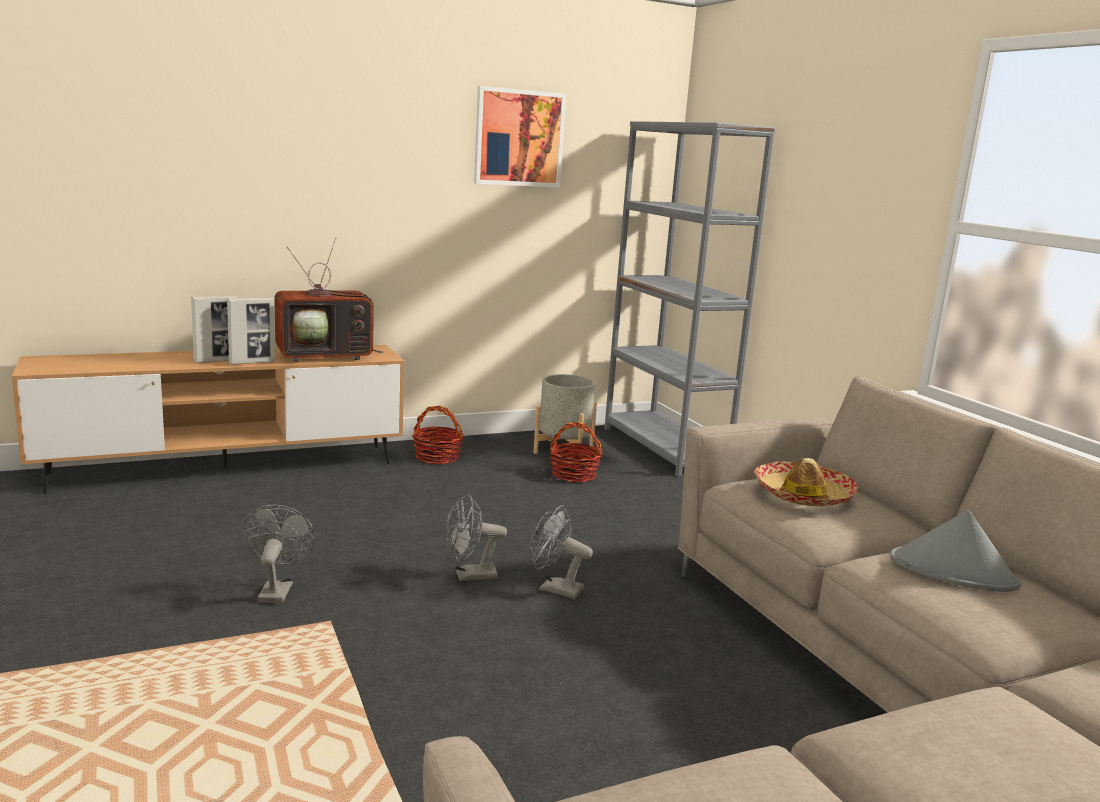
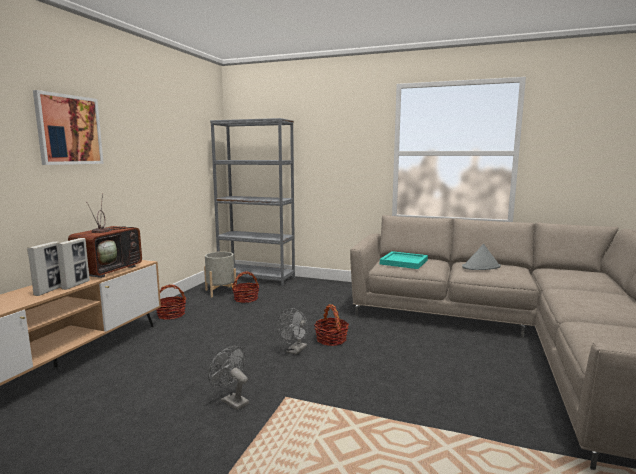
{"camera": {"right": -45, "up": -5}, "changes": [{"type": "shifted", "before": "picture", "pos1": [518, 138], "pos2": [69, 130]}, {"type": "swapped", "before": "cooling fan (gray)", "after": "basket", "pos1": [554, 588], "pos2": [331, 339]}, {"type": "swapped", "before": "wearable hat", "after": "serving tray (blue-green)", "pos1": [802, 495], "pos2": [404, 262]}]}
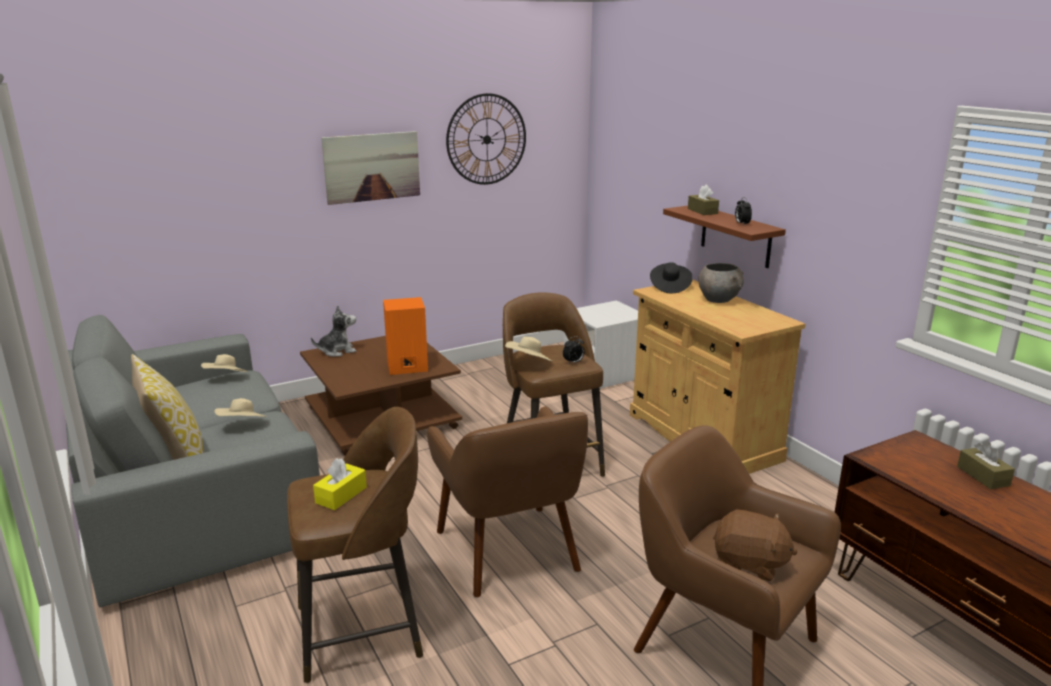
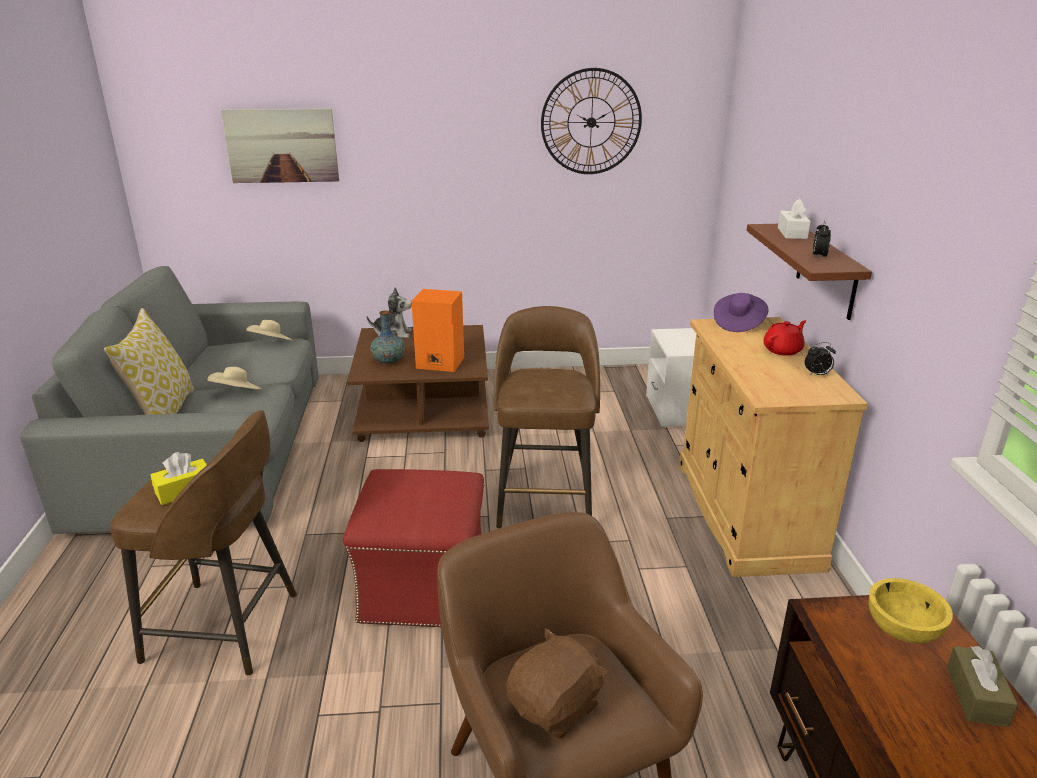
{"camera": {"right": 25, "up": 5}, "changes": [{"type": "gone", "before": "wearable hat (beige)", "pos1": [529, 363]}, {"type": "new", "after": "decorative vase", "pos2": [389, 361]}, {"type": "new", "after": "serving bowl (yellow-coloured)", "pos2": [903, 629]}, {"type": "shifted", "before": "picture", "pos1": [372, 167], "pos2": [282, 145]}, {"type": "shifted", "before": "table clock", "pos1": [573, 362], "pos2": [817, 375]}, {"type": "swapped", "before": "easy chair (brownish)", "after": "pouffe (red)", "pos1": [509, 552], "pos2": [422, 588]}, {"type": "swapped", "before": "serving bowl (gray)", "after": "pot for tea (red)", "pos1": [718, 300], "pos2": [783, 350]}, {"type": "repainted", "before": "wearable hat (black-coloured)", "after": "wearable hat (purplish)", "pos1": [669, 287], "pos2": [738, 323]}, {"type": "repainted", "before": "box of tissues (brownish)", "after": "box of tissues (whitish)", "pos1": [702, 211], "pos2": [792, 233]}, {"type": "rotated", "before": "cuddly toy (brownish)", "pos1": [749, 564], "pos2": [556, 707], "turn": -90}]}
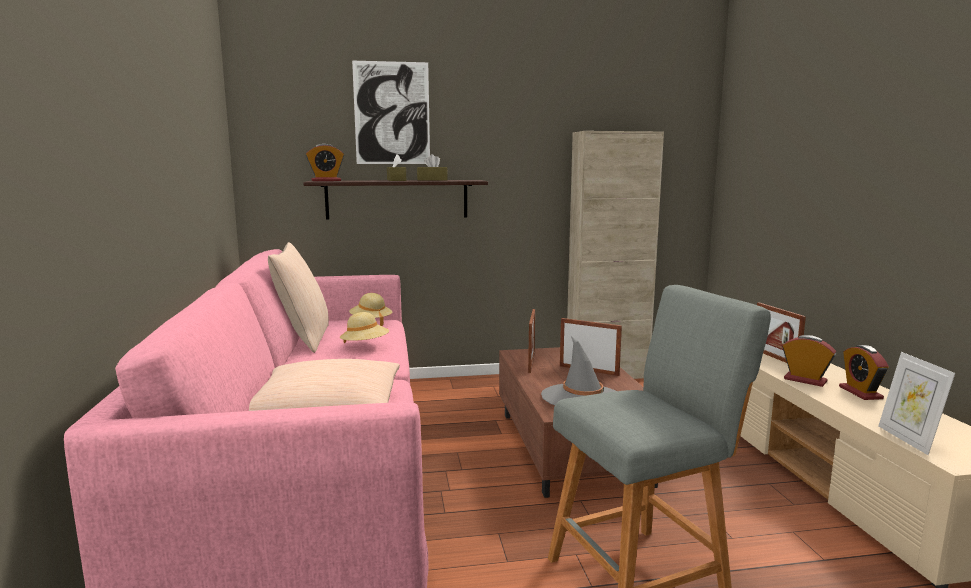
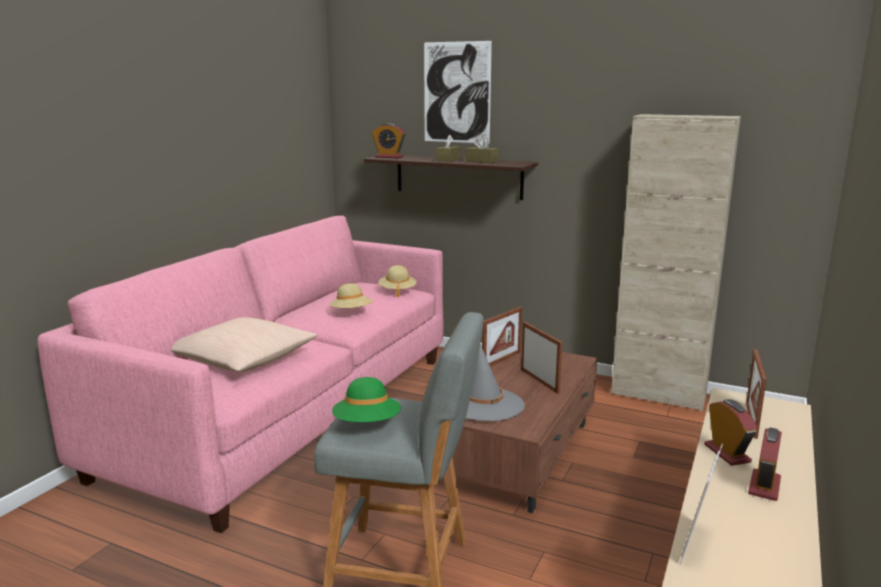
{"camera": {"right": 35, "up": 5}, "changes": [{"type": "gone", "before": "throw pillow (beige)", "pos1": [304, 339]}, {"type": "new", "after": "wearable hat (green)", "pos2": [367, 424]}]}
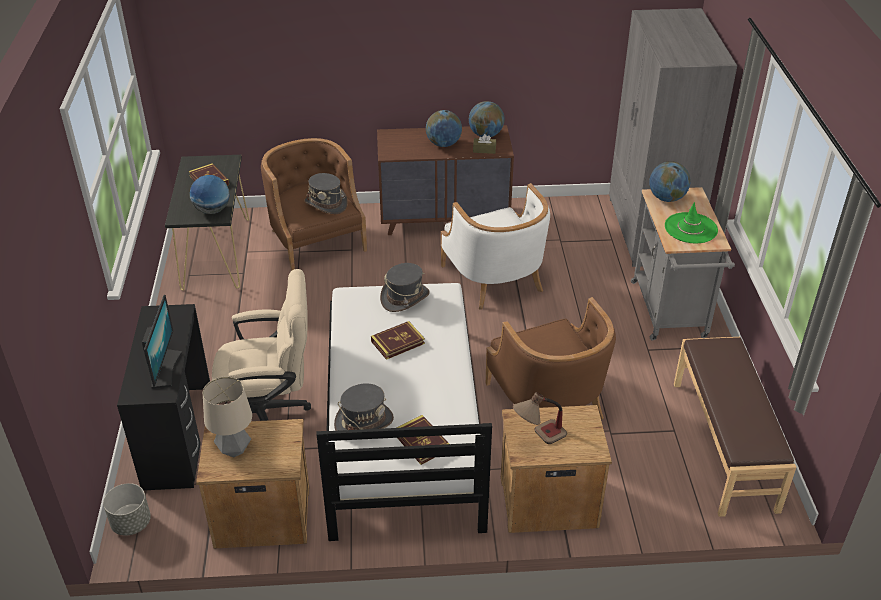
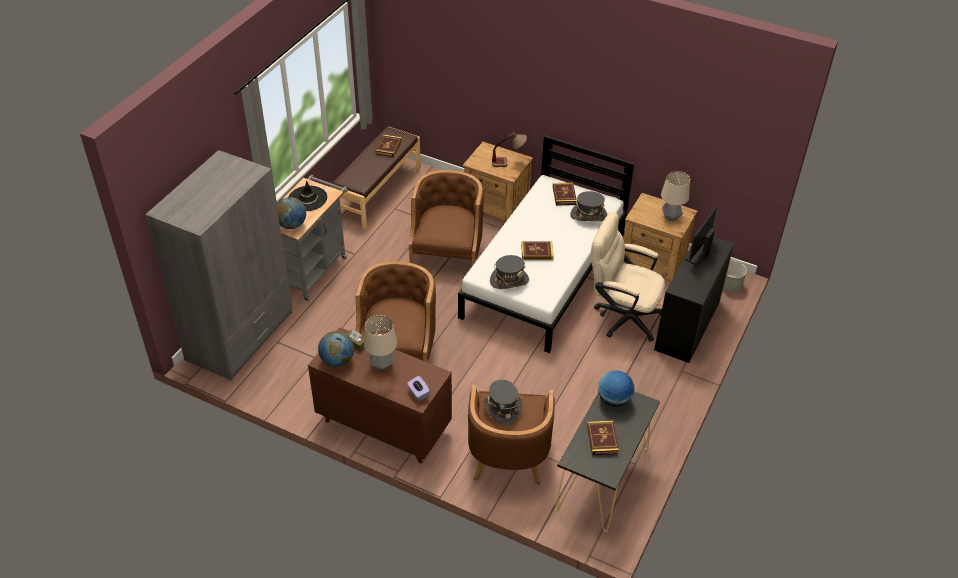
{"camera": {"right": -150, "up": 5}, "changes": [{"type": "new", "after": "volume", "pos2": [388, 147]}, {"type": "new", "after": "box of tissues (purplish)", "pos2": [418, 393]}, {"type": "swapped", "before": "globe", "after": "lamp for a table", "pos1": [443, 144], "pos2": [382, 366]}, {"type": "repainted", "before": "easy chair (whitish)", "after": "easy chair (brownish)", "pos1": [495, 279], "pos2": [398, 347]}, {"type": "repainted", "before": "wearable hat (green)", "after": "wearable hat (black-coloured)", "pos1": [691, 228], "pos2": [307, 198]}]}
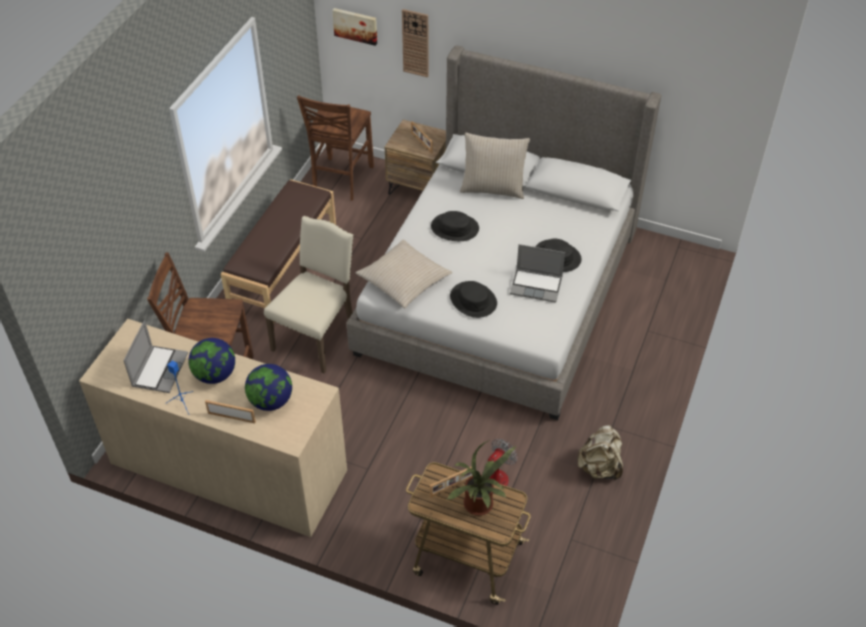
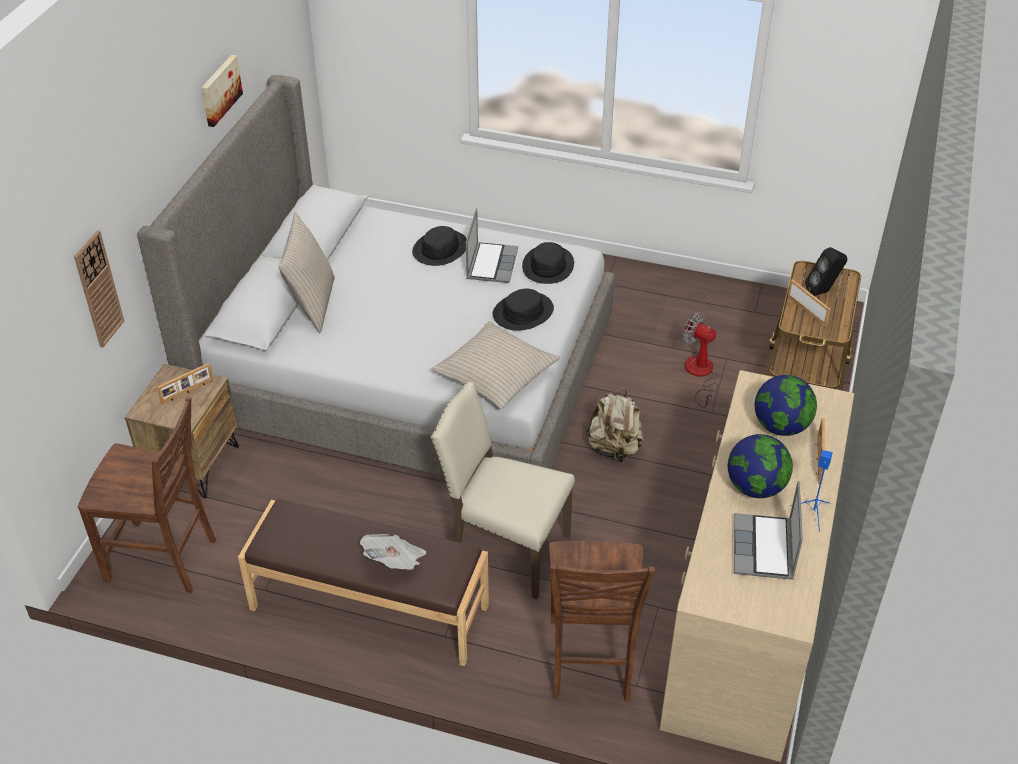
{"camera": {"right": -95, "up": -5}, "changes": [{"type": "new", "after": "printed paper", "pos2": [395, 562]}, {"type": "shifted", "before": "picture", "pos1": [355, 25], "pos2": [219, 90]}, {"type": "shifted", "before": "wearable hat (black-coloured)", "pos1": [455, 228], "pos2": [548, 266]}, {"type": "shifted", "before": "rucksack (beige)", "pos1": [599, 467], "pos2": [614, 448]}, {"type": "swapped", "before": "plant in a pot", "after": "speaker (black-coloured)", "pos1": [480, 507], "pos2": [823, 291]}, {"type": "rotated", "before": "portable computer", "pos1": [159, 369], "pos2": [764, 549], "turn": -90}]}
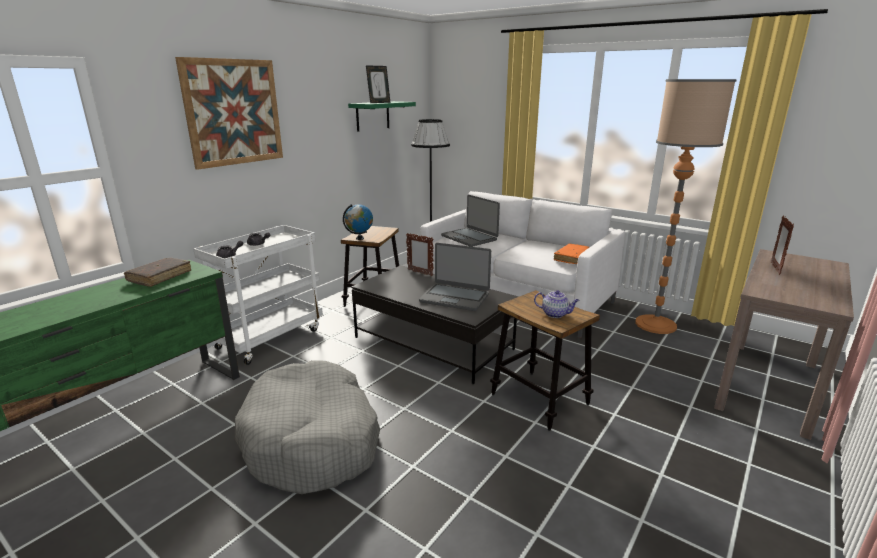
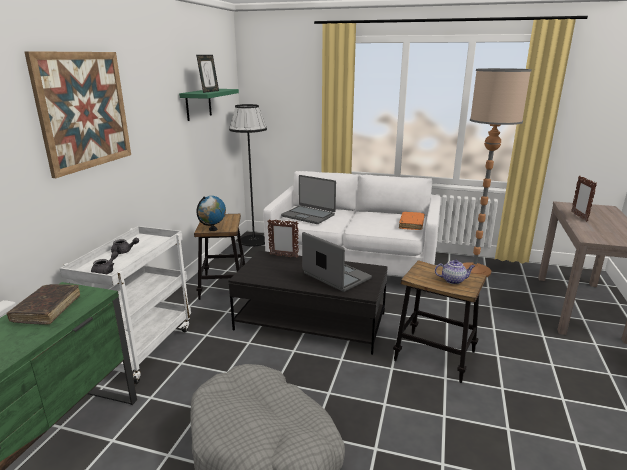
{"camera": {"right": -20, "up": 0}, "changes": [{"type": "rotated", "before": "portable computer", "pos1": [455, 297], "pos2": [336, 276], "turn": -135}]}
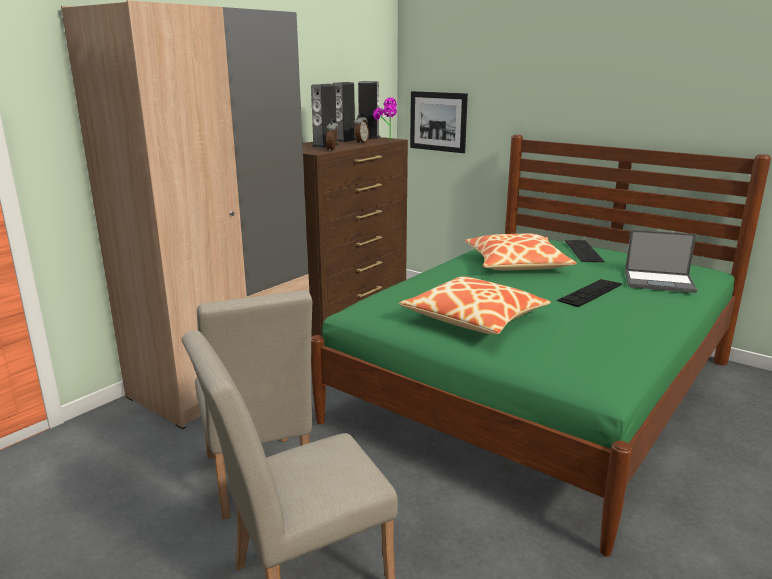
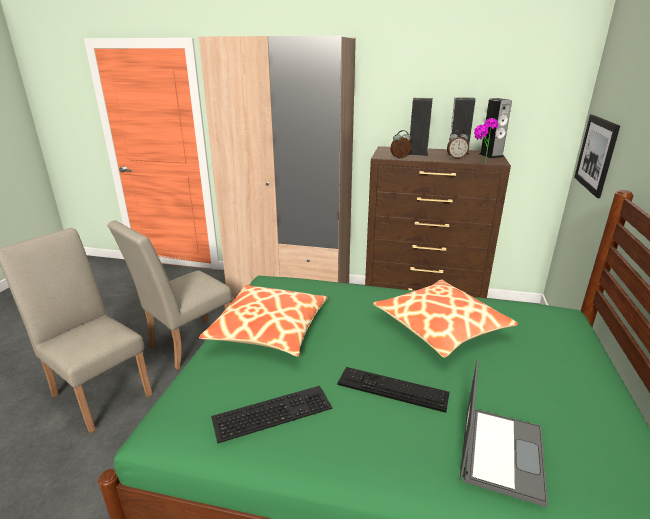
{"camera": {"right": 65, "up": 5}, "changes": [{"type": "shifted", "before": "keyboard", "pos1": [581, 250], "pos2": [273, 411]}, {"type": "rotated", "before": "portable computer", "pos1": [660, 282], "pos2": [501, 452], "turn": -150}]}
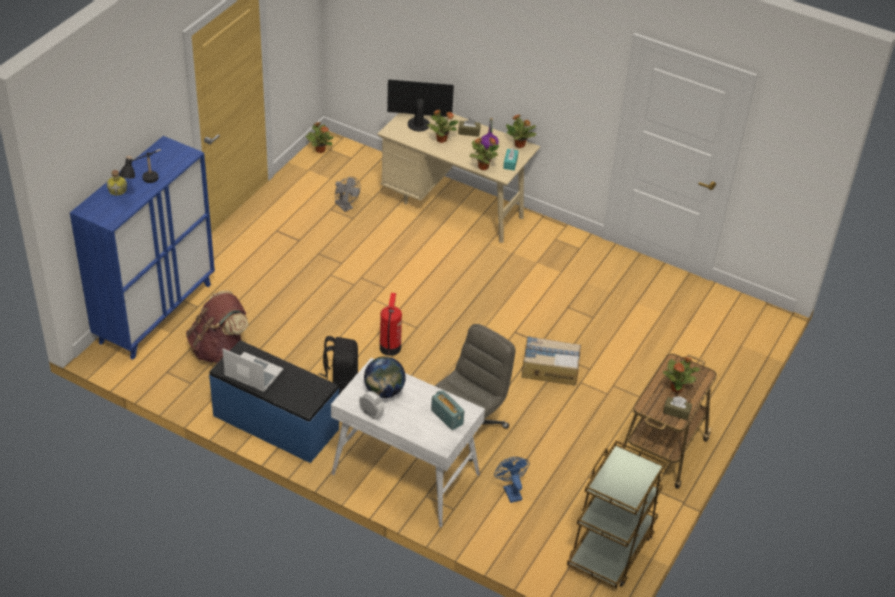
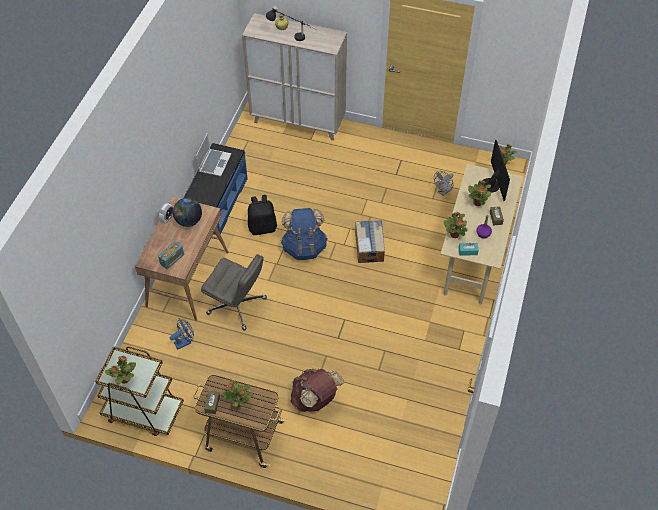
{"camera": {"right": 80, "up": 10}, "changes": [{"type": "shifted", "before": "rucksack (brownish)", "pos1": [219, 349], "pos2": [315, 400]}, {"type": "shifted", "before": "plant in a pot", "pos1": [520, 145], "pos2": [124, 379]}, {"type": "shifted", "before": "packing box", "pos1": [549, 368], "pos2": [369, 246]}, {"type": "swapped", "before": "fire-fighting cylinder", "after": "rucksack (blue-coloured)", "pos1": [390, 347], "pos2": [304, 247]}, {"type": "repainted", "before": "storage cabinet (blue-coloured)", "after": "storage cabinet (beige)", "pos1": [156, 313], "pos2": [298, 122]}, {"type": "repainted", "before": "desk (whitish)", "after": "desk (brownish)", "pos1": [404, 474], "pos2": [187, 279]}]}
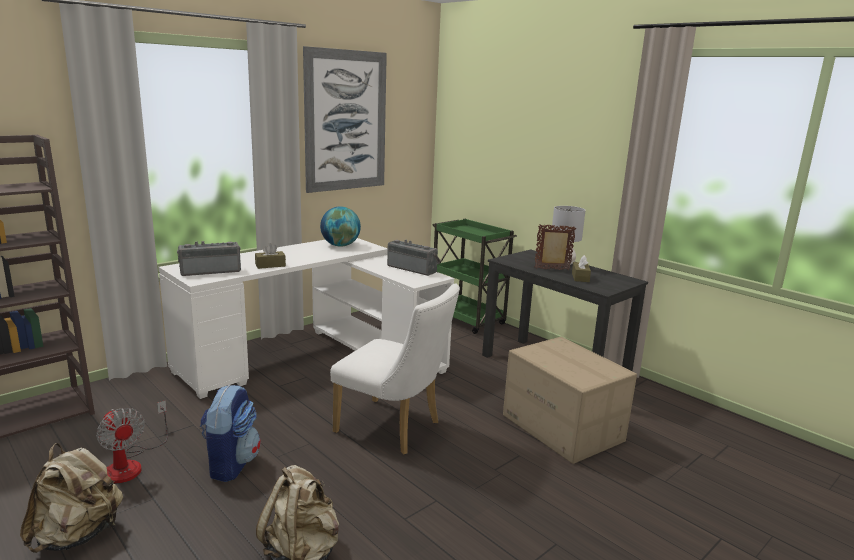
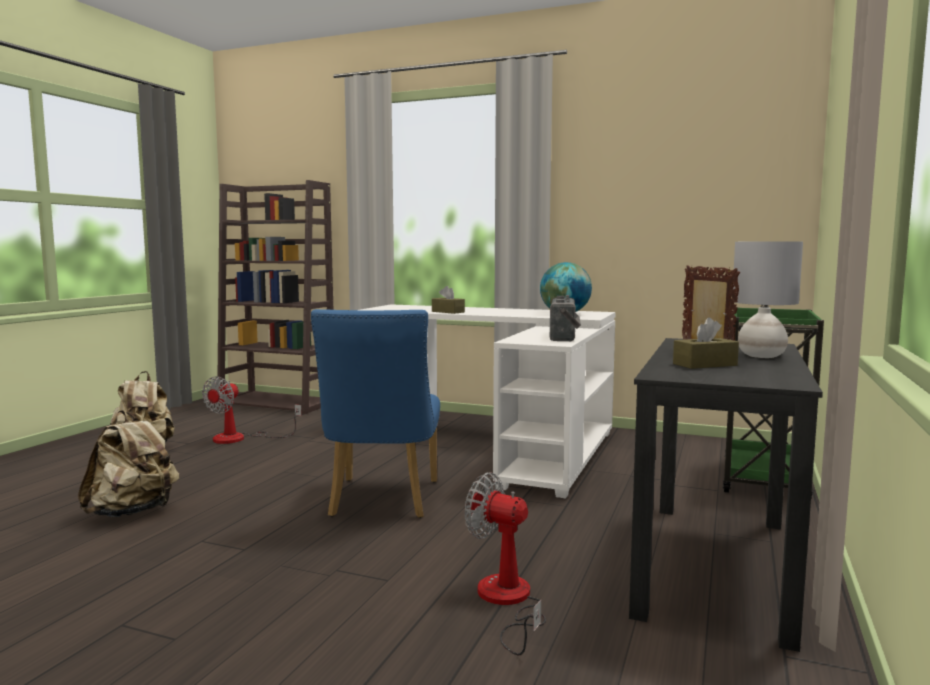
{"camera": {"right": 65, "up": -10}, "changes": [{"type": "gone", "before": "radio receiver", "pos1": [210, 271]}, {"type": "gone", "before": "rucksack", "pos1": [231, 464]}, {"type": "gone", "before": "picture", "pos1": [346, 121]}, {"type": "swapped", "before": "packing box", "after": "cooling fan", "pos1": [563, 428], "pos2": [507, 602]}, {"type": "repainted", "before": "upright chair (whitish)", "after": "upright chair (blue-coloured)", "pos1": [394, 429], "pos2": [382, 502]}]}
